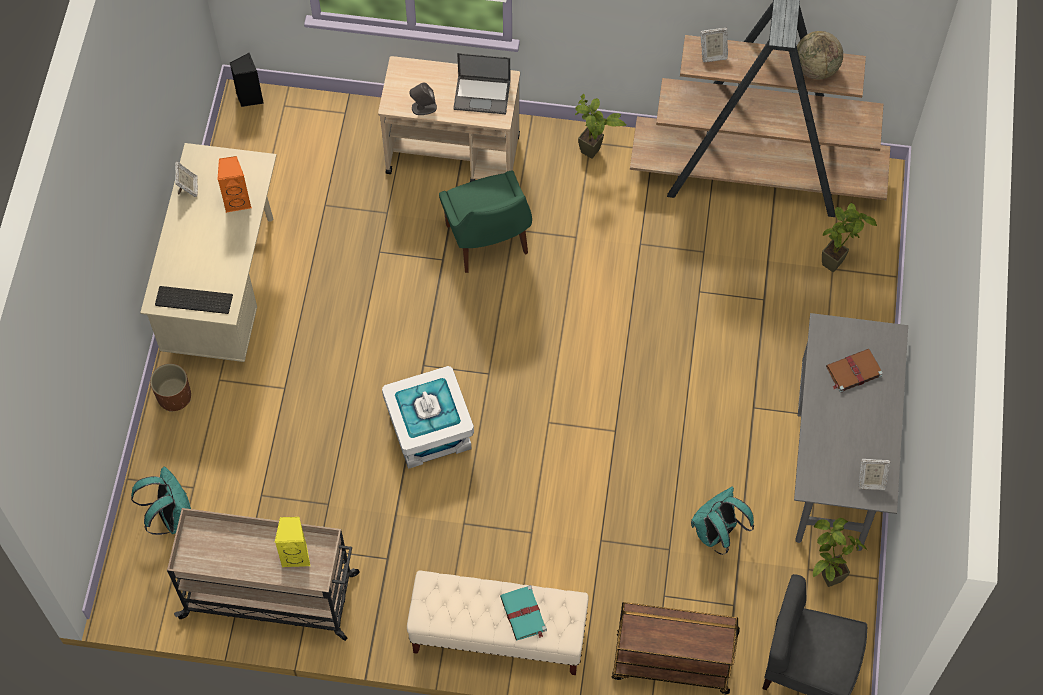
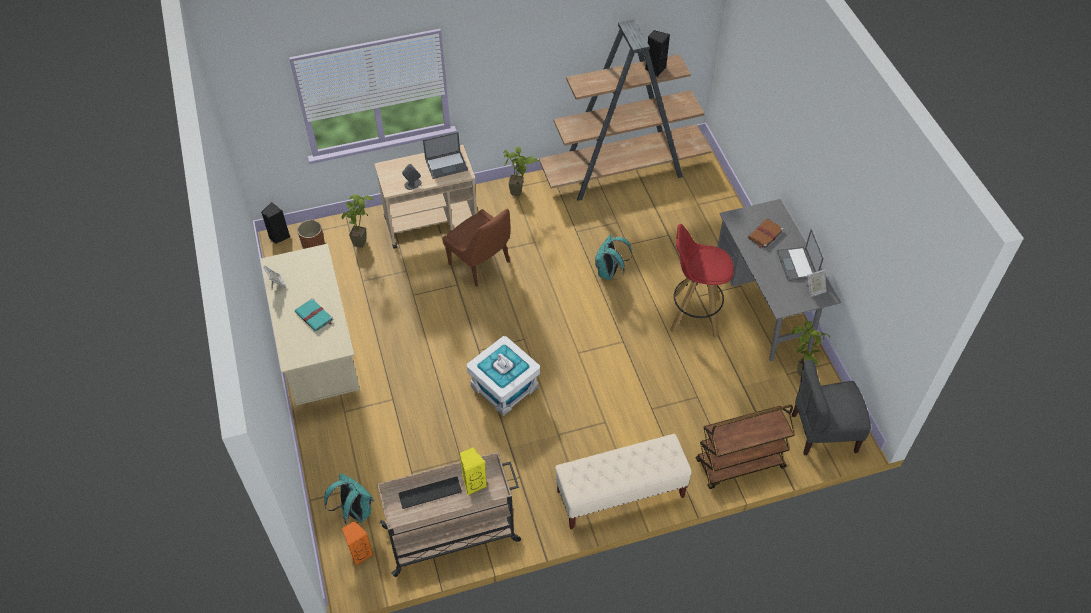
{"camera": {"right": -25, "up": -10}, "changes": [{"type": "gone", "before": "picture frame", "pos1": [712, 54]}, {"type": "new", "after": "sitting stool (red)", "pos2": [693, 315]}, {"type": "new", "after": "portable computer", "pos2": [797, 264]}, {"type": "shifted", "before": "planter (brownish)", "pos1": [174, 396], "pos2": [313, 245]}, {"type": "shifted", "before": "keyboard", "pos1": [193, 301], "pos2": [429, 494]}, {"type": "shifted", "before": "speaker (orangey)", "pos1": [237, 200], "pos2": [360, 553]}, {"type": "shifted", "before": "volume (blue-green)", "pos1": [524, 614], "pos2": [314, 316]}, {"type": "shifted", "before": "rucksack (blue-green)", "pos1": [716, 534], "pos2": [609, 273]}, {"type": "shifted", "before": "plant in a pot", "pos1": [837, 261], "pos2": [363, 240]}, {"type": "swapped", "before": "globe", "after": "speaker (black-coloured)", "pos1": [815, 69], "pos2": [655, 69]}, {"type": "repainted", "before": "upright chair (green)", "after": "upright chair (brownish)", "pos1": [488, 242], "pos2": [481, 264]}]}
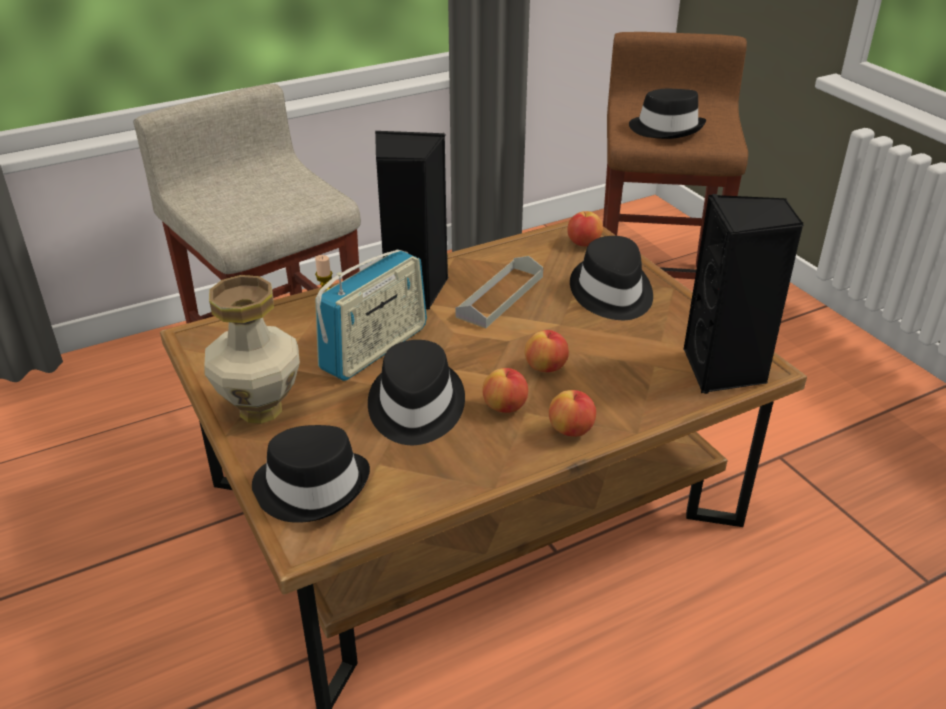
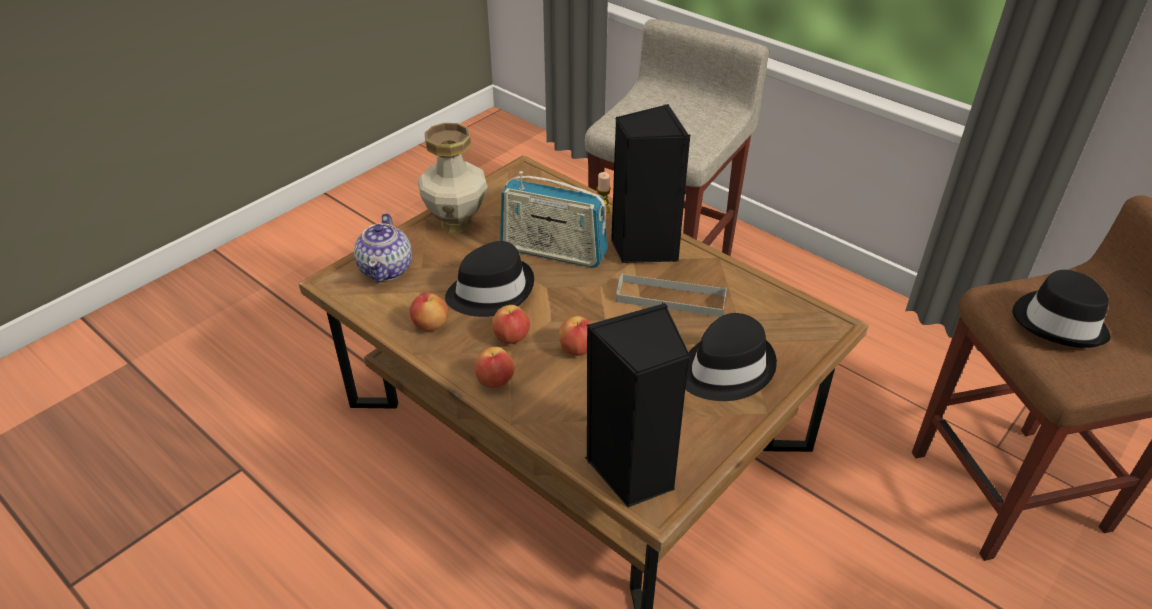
{"camera": {"right": 70, "up": 5}, "changes": [{"type": "shifted", "before": "whole apple", "pos1": [583, 243], "pos2": [430, 325]}, {"type": "swapped", "before": "wearable hat (black-coloured)", "after": "pot for tea", "pos1": [312, 486], "pos2": [387, 269]}]}
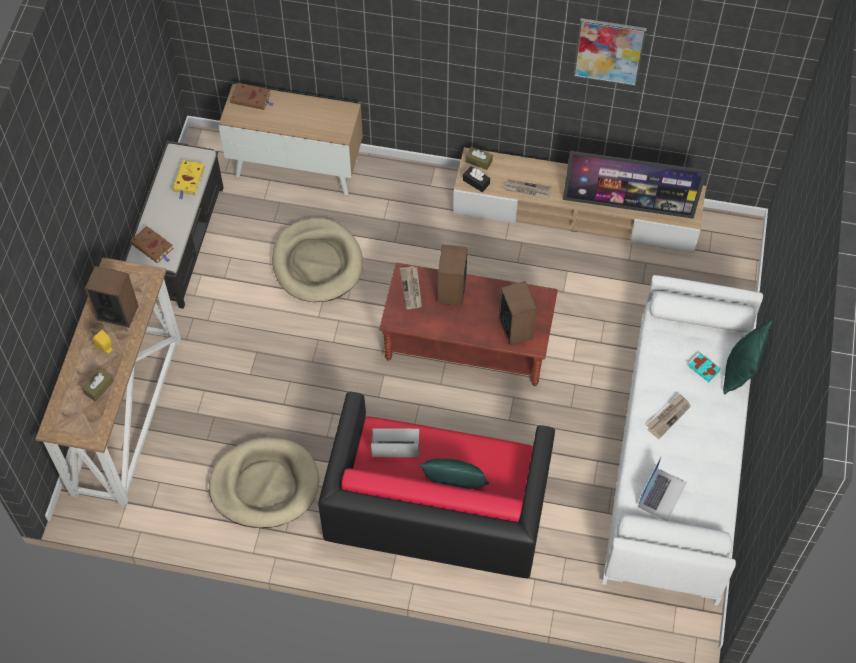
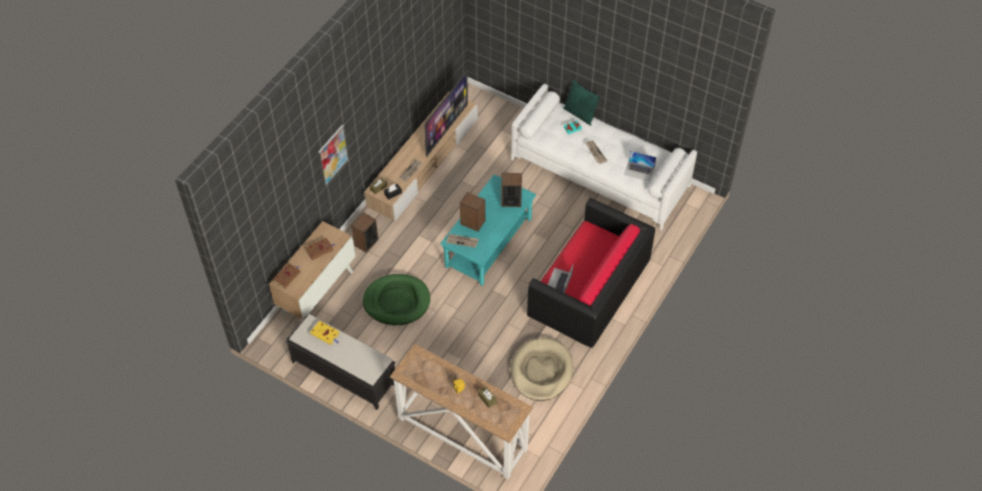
{"camera": {"right": -70, "up": -5}, "changes": [{"type": "gone", "before": "throw pillow (green)", "pos1": [454, 485]}, {"type": "shifted", "before": "speaker", "pos1": [117, 312], "pos2": [366, 242]}, {"type": "shifted", "before": "volume (brownish)", "pos1": [153, 247], "pos2": [320, 249]}, {"type": "shifted", "before": "picture", "pos1": [609, 51], "pos2": [332, 155]}, {"type": "repainted", "before": "dog cushion (beige)", "after": "dog cushion (green)", "pos1": [317, 263], "pos2": [397, 301]}, {"type": "repainted", "before": "coffee table (brownish)", "after": "coffee table (blue-green)", "pos1": [466, 343], "pos2": [488, 243]}, {"type": "rotated", "before": "portable computer", "pos1": [662, 494], "pos2": [639, 171], "turn": 150}]}
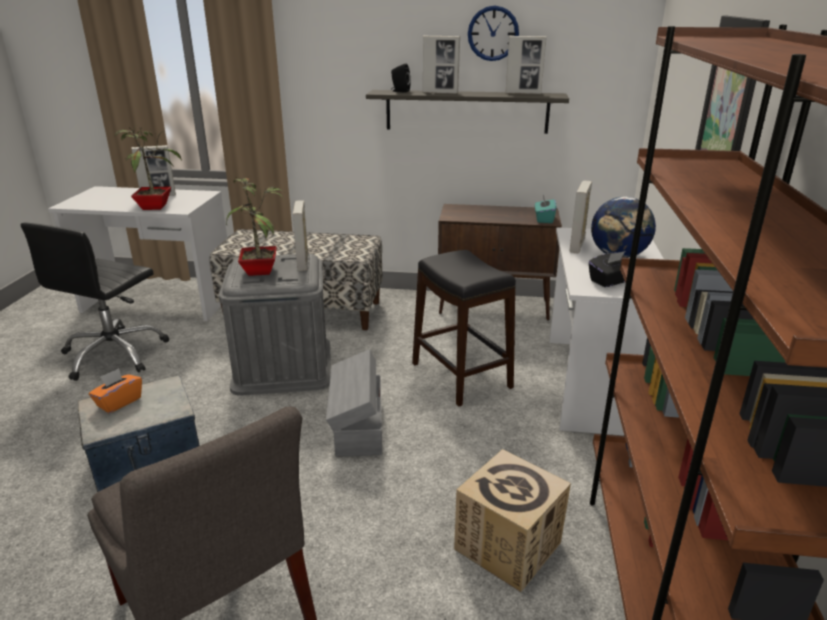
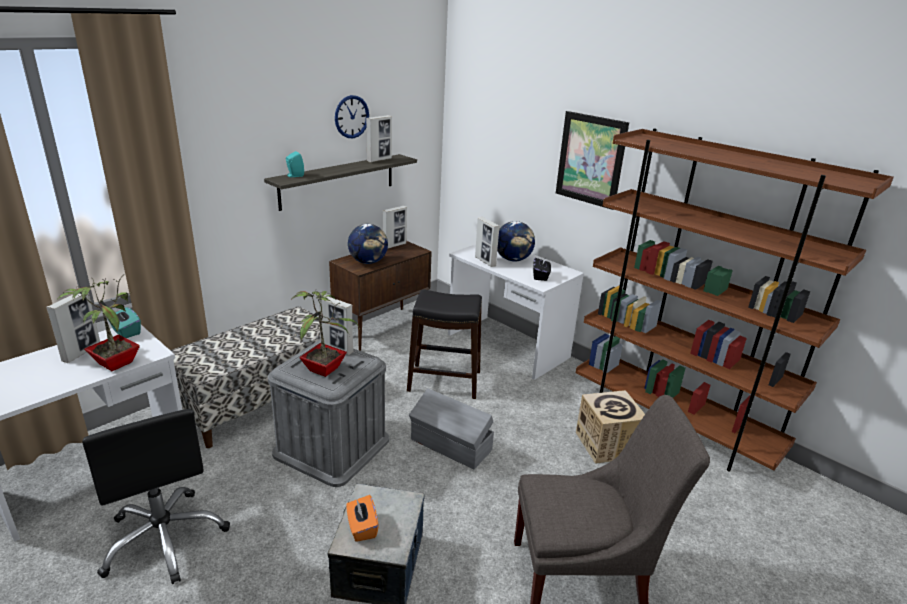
{"camera": {"right": -55, "up": 0}, "changes": [{"type": "new", "after": "globe", "pos2": [368, 262]}, {"type": "shifted", "before": "picture frame", "pos1": [440, 93], "pos2": [394, 245]}, {"type": "shifted", "before": "box of tissues (blue-green)", "pos1": [544, 219], "pos2": [126, 332]}, {"type": "repainted", "before": "speaker (black-coloured)", "after": "speaker (blue-green)", "pos1": [399, 91], "pos2": [294, 176]}]}
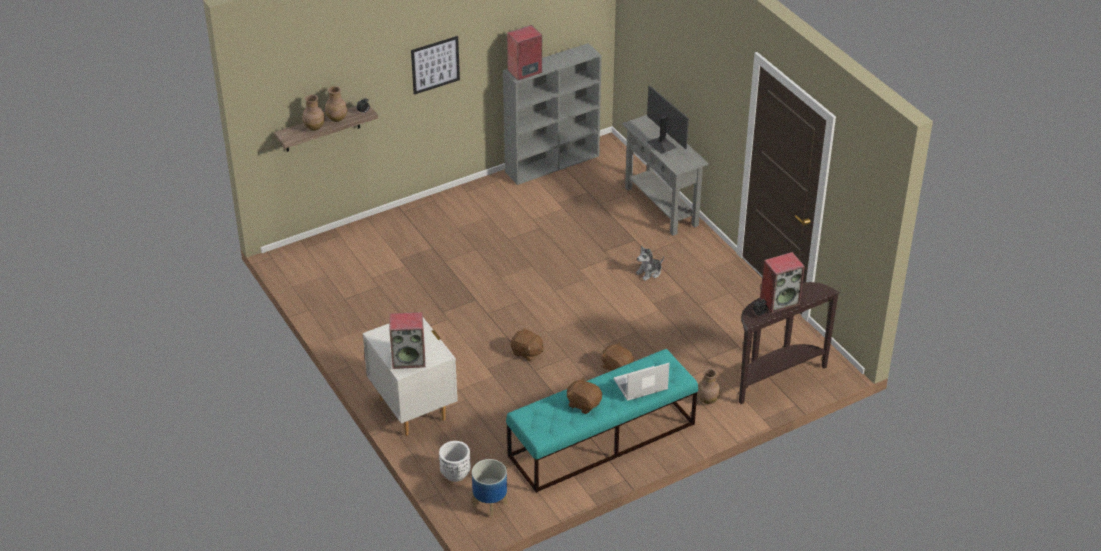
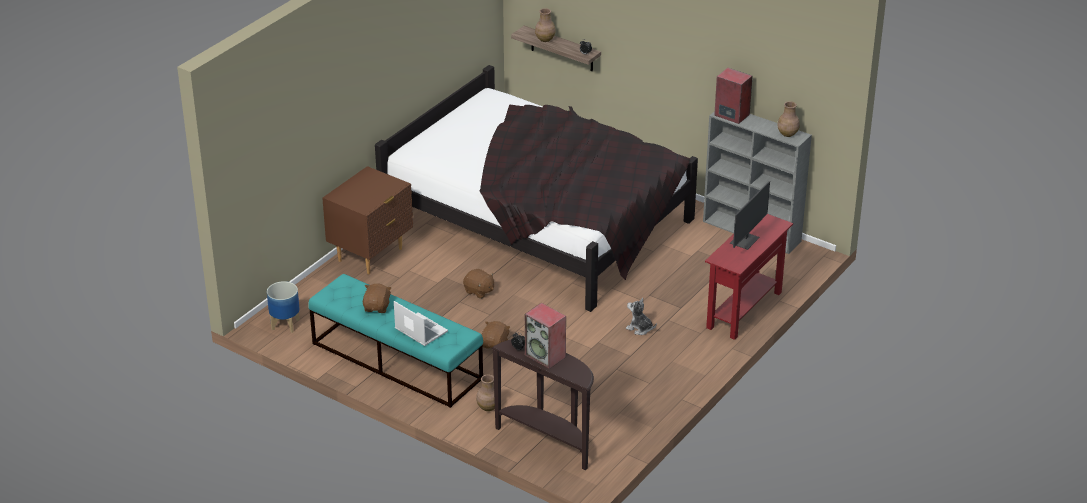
{"camera": {"right": 65, "up": -5}, "changes": [{"type": "gone", "before": "speaker", "pos1": [409, 359]}, {"type": "gone", "before": "picture", "pos1": [435, 65]}, {"type": "gone", "before": "planter (whitish)", "pos1": [455, 474]}, {"type": "new", "after": "bed (black-coloured)", "pos2": [539, 221]}, {"type": "shifted", "before": "decorative vase (brownish)", "pos1": [337, 118], "pos2": [787, 134]}, {"type": "repainted", "before": "nightstand (whitish)", "after": "nightstand (brownish)", "pos1": [413, 409], "pos2": [371, 255]}, {"type": "repainted", "before": "console table (gray)", "after": "console table (red)", "pos1": [661, 206], "pos2": [744, 310]}, {"type": "rotated", "before": "cuddly toy (brownish)", "pos1": [527, 352], "pos2": [479, 291], "turn": -60}]}
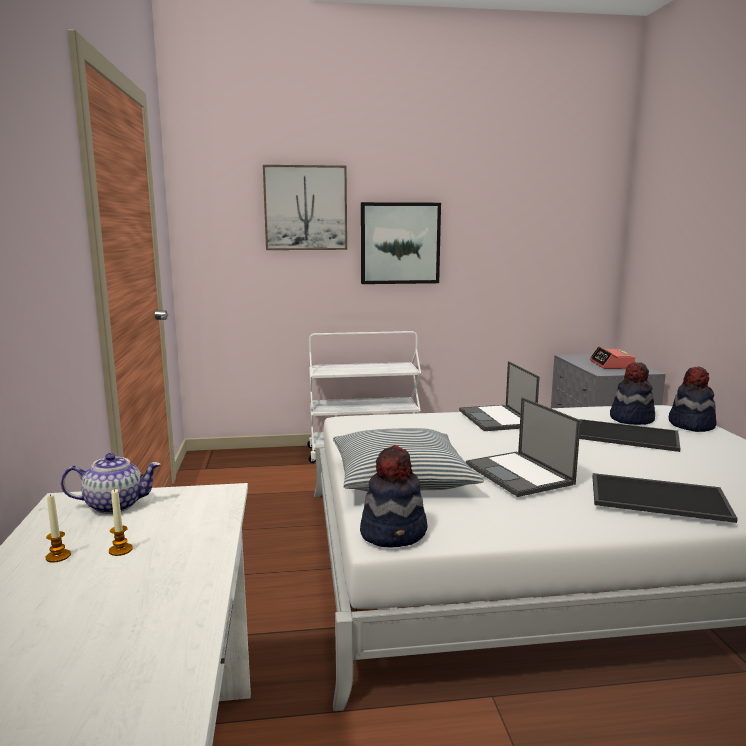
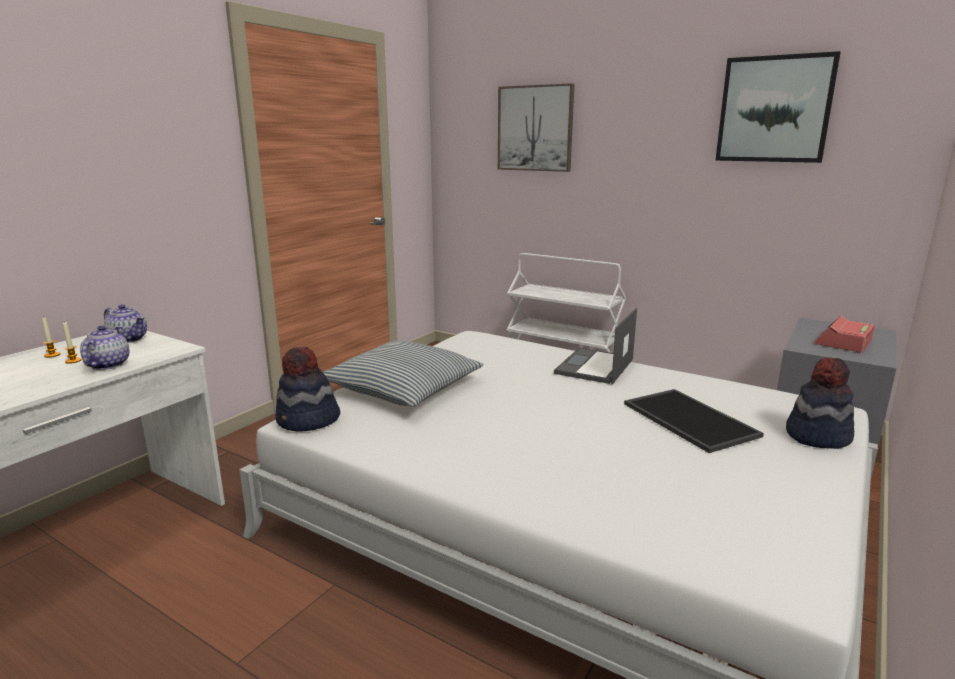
{"camera": {"right": 40, "up": 5}, "changes": [{"type": "gone", "before": "portable computer", "pos1": [520, 474]}, {"type": "gone", "before": "serving tray", "pos1": [659, 497]}, {"type": "gone", "before": "wearable hat", "pos1": [631, 419]}, {"type": "new", "after": "pot for tea", "pos2": [107, 365]}, {"type": "shifted", "before": "picture", "pos1": [400, 243], "pos2": [774, 109]}]}
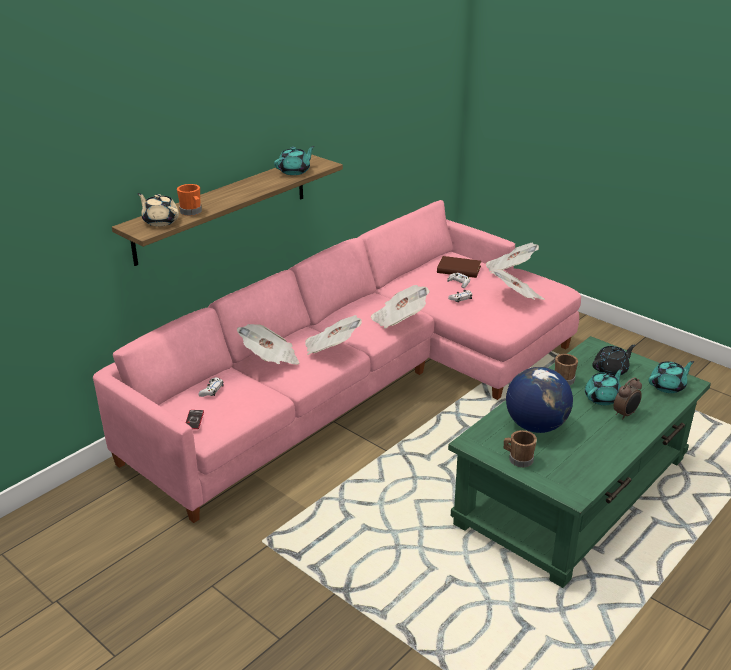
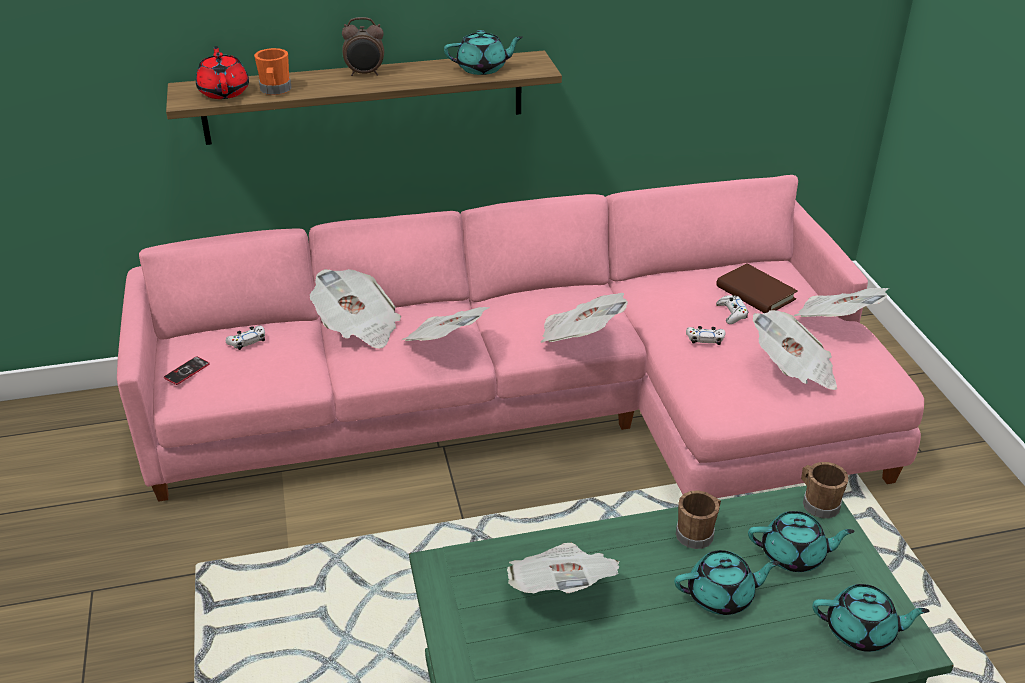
{"camera": {"right": 35, "up": 5}, "changes": [{"type": "shifted", "before": "mug (brownish)", "pos1": [518, 459], "pos2": [817, 503]}, {"type": "shifted", "before": "table clock", "pos1": [625, 414], "pos2": [365, 74]}, {"type": "swapped", "before": "globe", "after": "printed paper", "pos1": [535, 425], "pos2": [561, 589]}, {"type": "repainted", "before": "pot for tea (beige)", "after": "pot for tea (red)", "pos1": [160, 221], "pos2": [224, 91]}, {"type": "repainted", "before": "pot for tea (black-coloured)", "after": "pot for tea (blue-green)", "pos1": [611, 370], "pos2": [794, 555]}]}
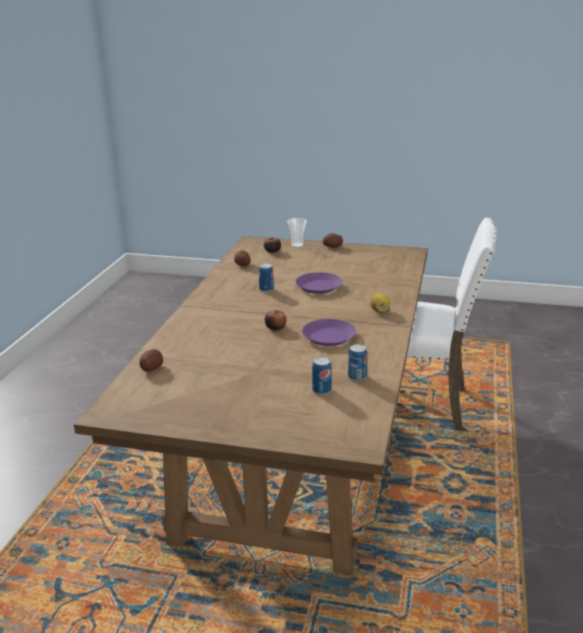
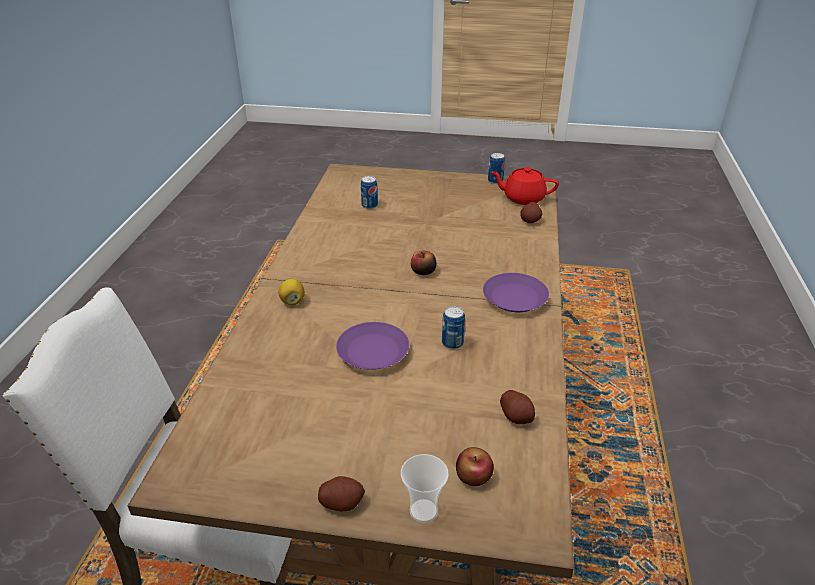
{"camera": {"right": 175, "up": 10}, "changes": [{"type": "new", "after": "pot for tea (red)", "pos2": [523, 198]}, {"type": "shifted", "before": "dinner plate (purplish)", "pos1": [328, 337], "pos2": [515, 298]}, {"type": "shifted", "before": "sealed can", "pos1": [357, 377], "pos2": [495, 181]}]}
